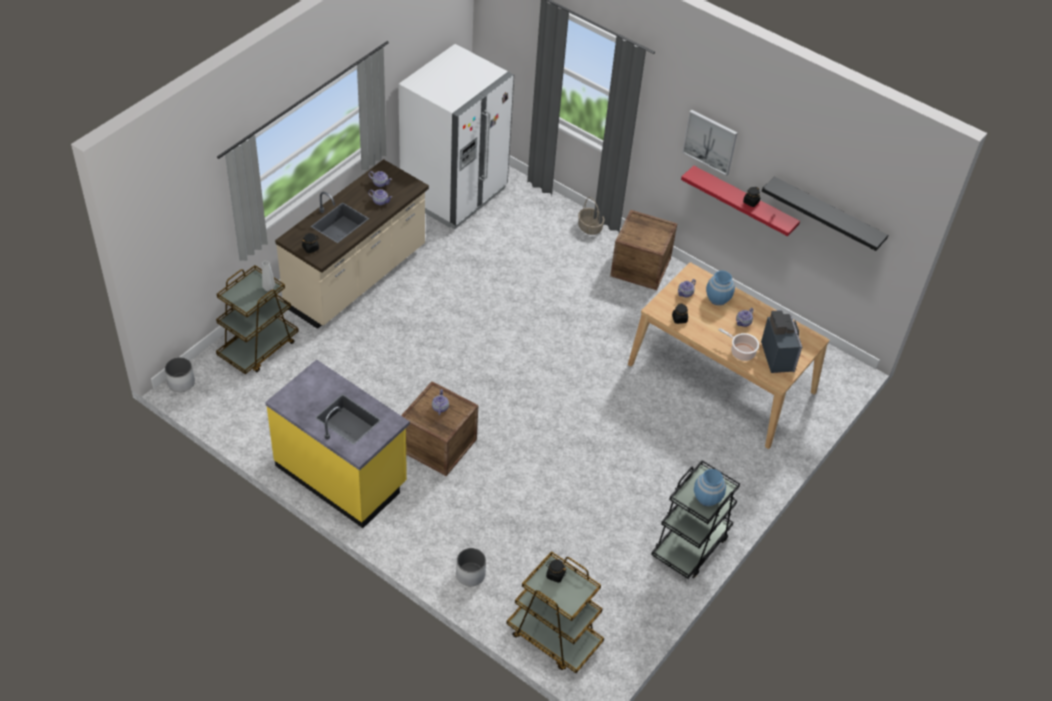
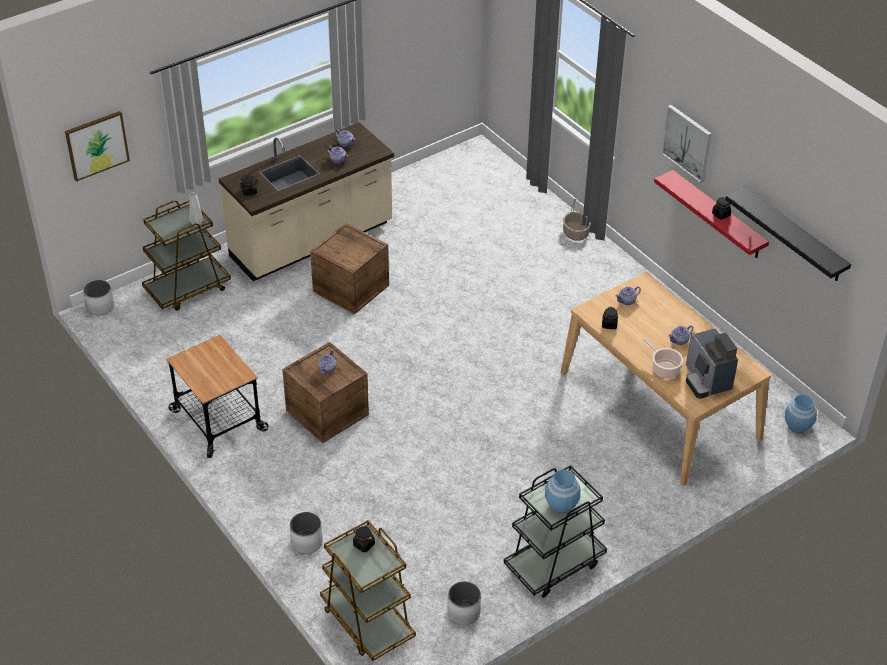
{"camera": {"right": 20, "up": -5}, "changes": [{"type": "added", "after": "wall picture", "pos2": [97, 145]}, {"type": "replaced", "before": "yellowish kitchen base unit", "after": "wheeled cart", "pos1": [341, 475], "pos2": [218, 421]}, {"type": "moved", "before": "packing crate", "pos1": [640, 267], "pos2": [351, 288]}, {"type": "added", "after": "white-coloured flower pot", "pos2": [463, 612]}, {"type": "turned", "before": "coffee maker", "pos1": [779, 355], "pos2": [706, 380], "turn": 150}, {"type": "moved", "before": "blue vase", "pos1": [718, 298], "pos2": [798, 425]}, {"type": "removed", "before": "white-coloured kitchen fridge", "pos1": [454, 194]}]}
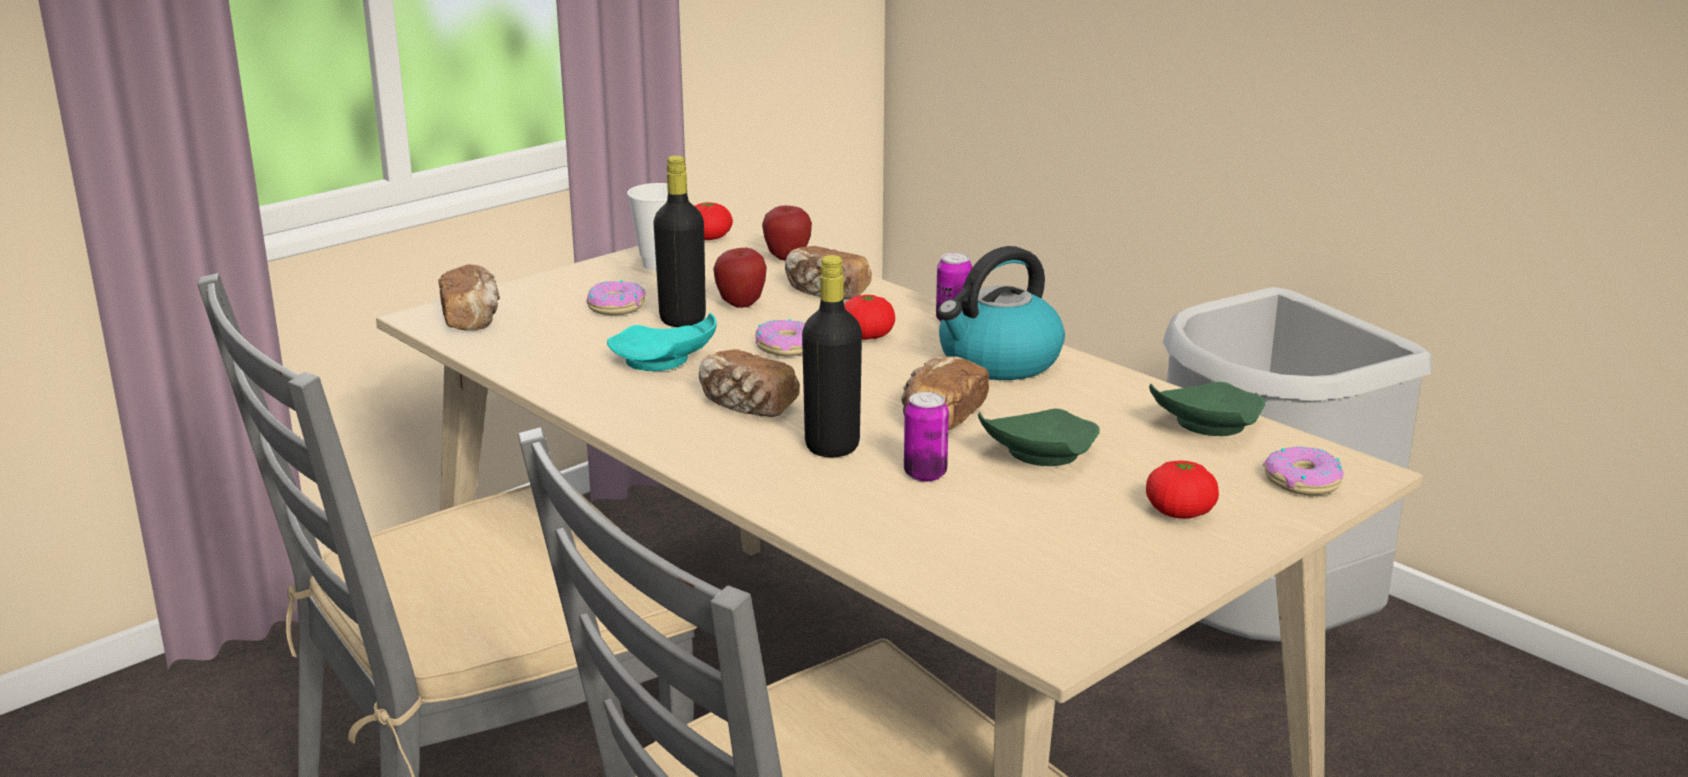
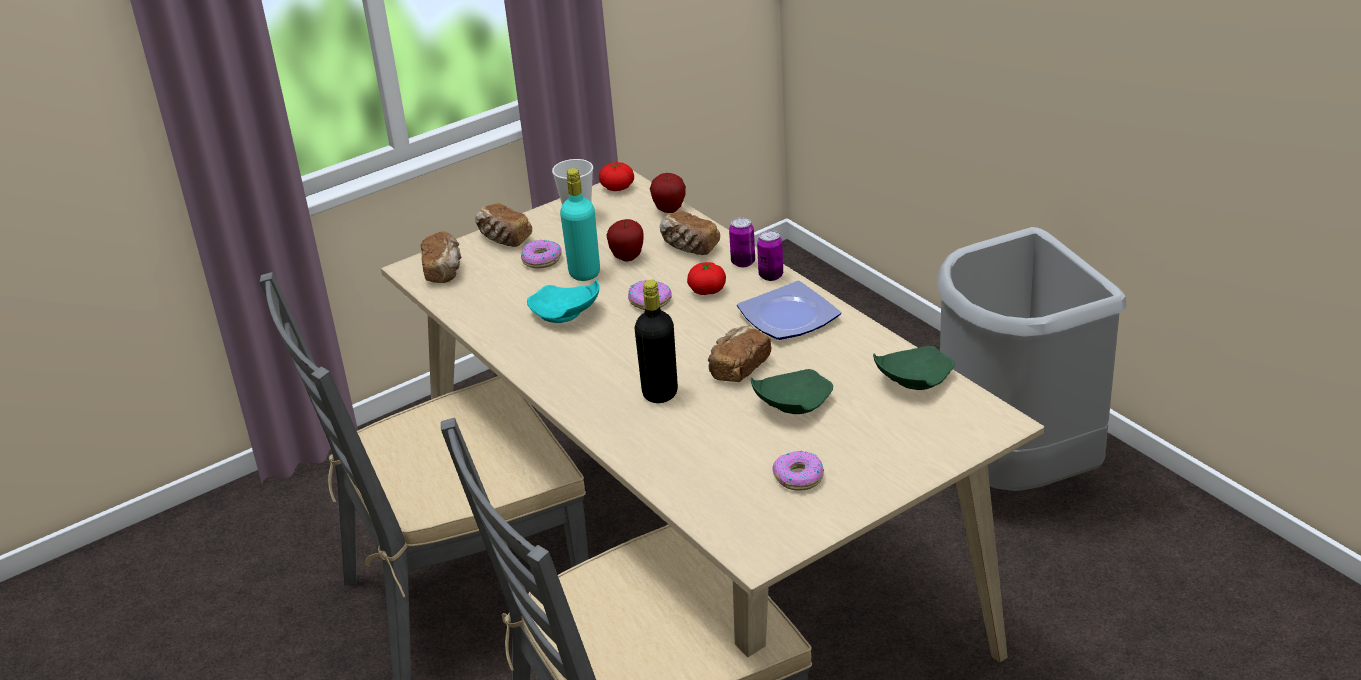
{"camera": {"right": 10, "up": 10}, "changes": [{"type": "moved", "before": "baked bread", "pos1": [747, 406], "pos2": [503, 238]}, {"type": "recoloured", "before": "black beverage bottle", "after": "blue-green beverage bottle", "pos1": [682, 320], "pos2": [584, 273]}, {"type": "moved", "before": "metal can", "pos1": [925, 474], "pos2": [743, 262]}, {"type": "replaced", "before": "kettle", "after": "dinner plate", "pos1": [998, 362], "pos2": [791, 317]}, {"type": "moved", "before": "donut", "pos1": [1302, 482], "pos2": [798, 477]}, {"type": "removed", "before": "tomato", "pos1": [1180, 512]}]}
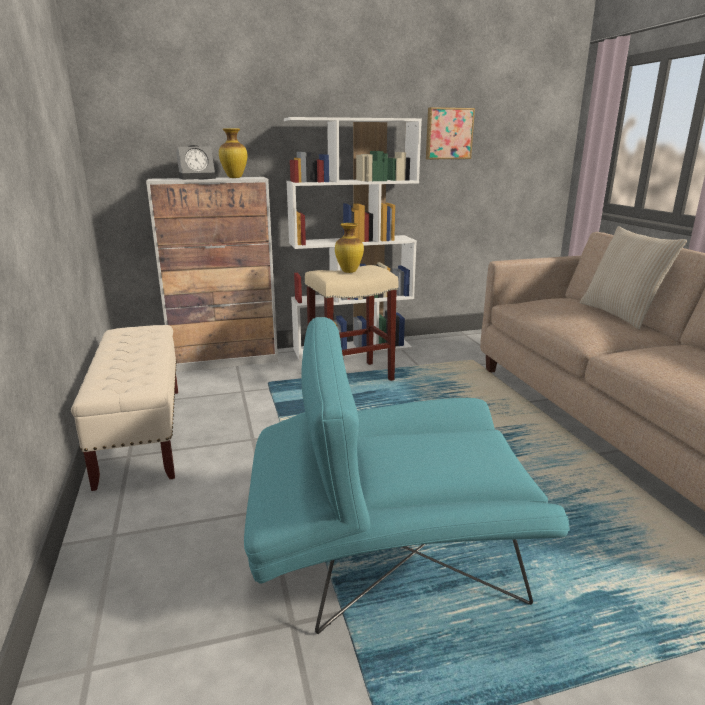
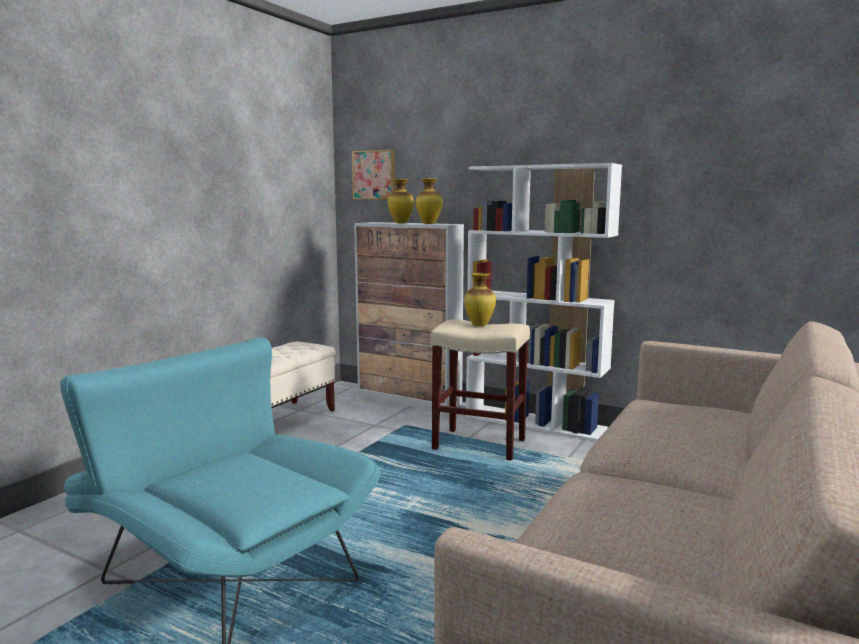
{"camera": {"right": 45, "up": -10}, "changes": [{"type": "moved", "before": "wall picture", "pos1": [448, 133], "pos2": [375, 175]}, {"type": "replaced", "before": "bedside clock", "after": "vase", "pos1": [198, 178], "pos2": [401, 223]}, {"type": "removed", "before": "beige pillow", "pos1": [620, 315]}]}
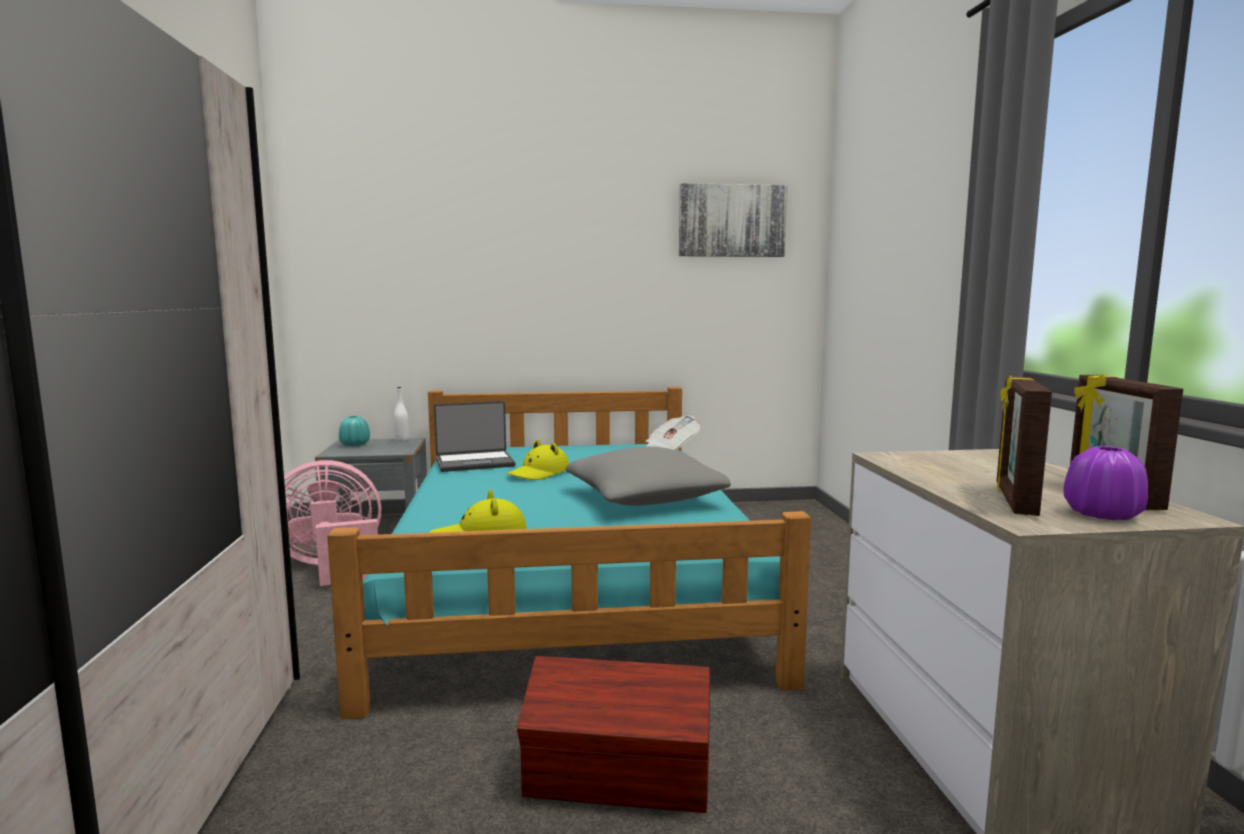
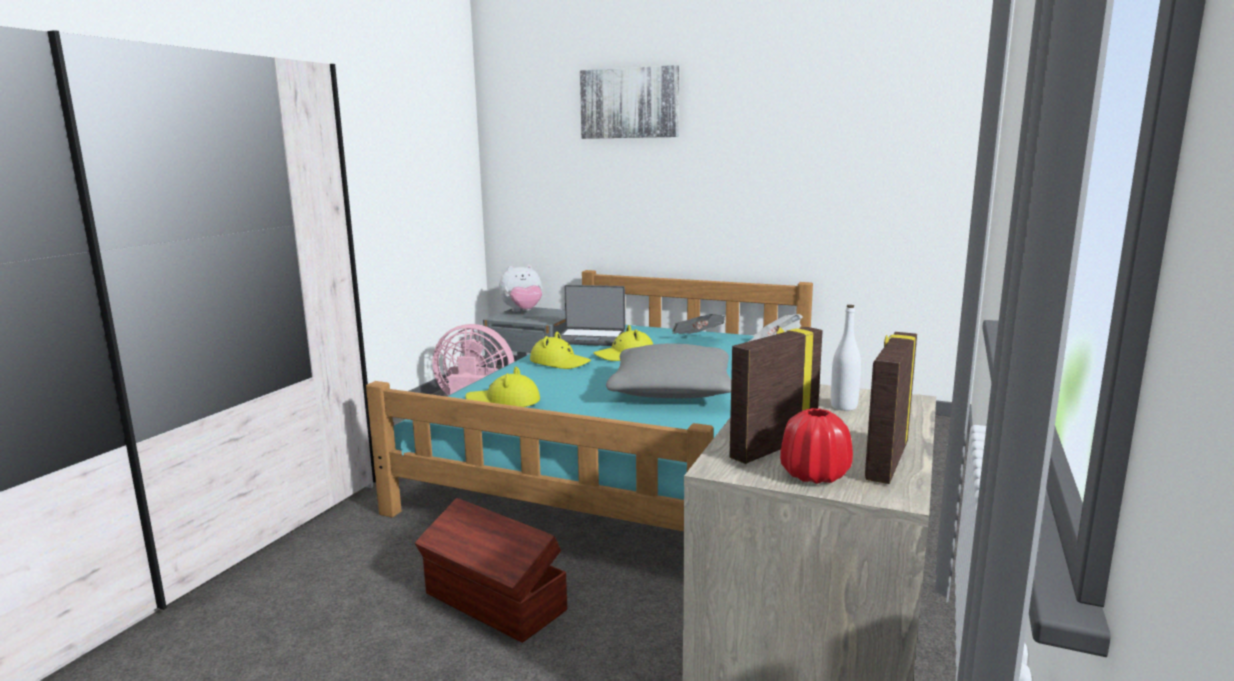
{"camera": {"right": 30, "up": 5}, "changes": [{"type": "replaced", "before": "blue-green vase", "after": "cuddly toy", "pos1": [355, 444], "pos2": [523, 311]}, {"type": "added", "after": "yellowish wearable hat", "pos2": [560, 362]}, {"type": "moved", "before": "wall picture", "pos1": [732, 221], "pos2": [629, 103]}, {"type": "added", "after": "printed paper", "pos2": [697, 339]}, {"type": "recoloured", "before": "purplish vase", "after": "reddish vase", "pos1": [1103, 515], "pos2": [814, 475]}, {"type": "moved", "before": "white-coloured beverage bottle", "pos1": [402, 440], "pos2": [843, 407]}]}
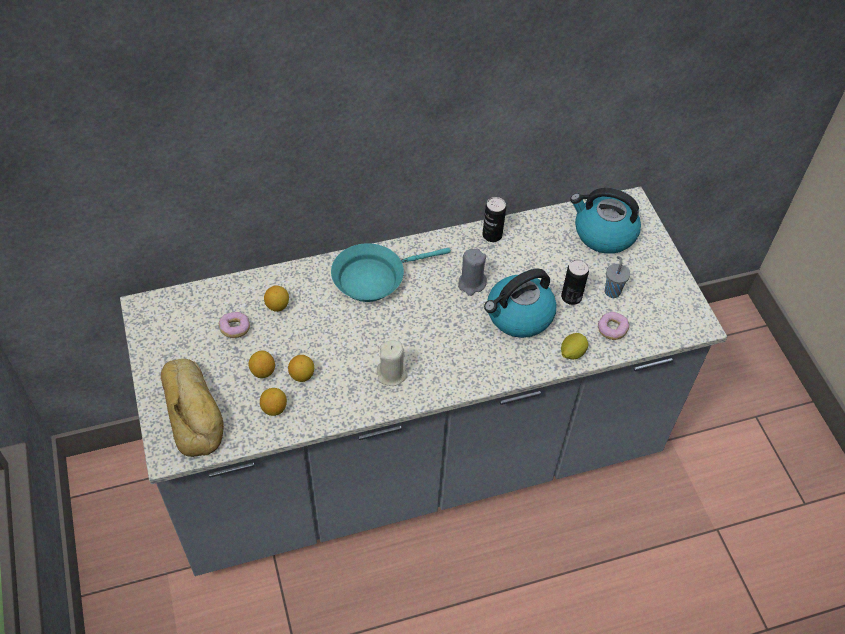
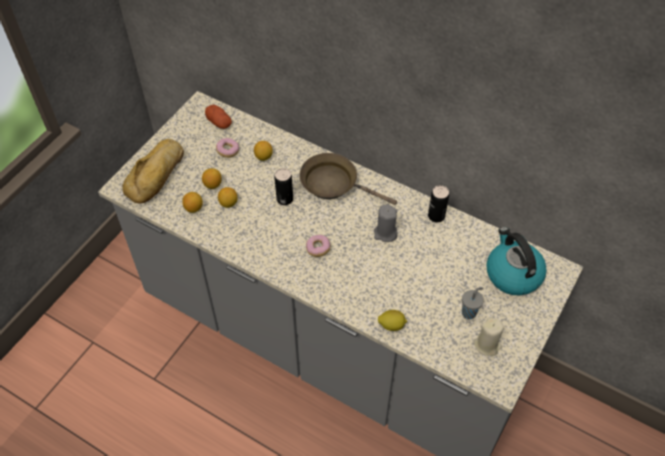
{"camera": {"right": 50, "up": 0}, "changes": [{"type": "added", "after": "whole potato", "pos2": [219, 122]}, {"type": "moved", "before": "metal can", "pos1": [571, 297], "pos2": [284, 199]}, {"type": "recoloured", "before": "blue-green skillet", "after": "brownish skillet", "pos1": [374, 277], "pos2": [334, 184]}, {"type": "moved", "before": "donut", "pos1": [612, 330], "pos2": [318, 249]}, {"type": "moved", "before": "beige candle", "pos1": [392, 374], "pos2": [487, 345]}, {"type": "removed", "before": "kettle", "pos1": [518, 316]}]}
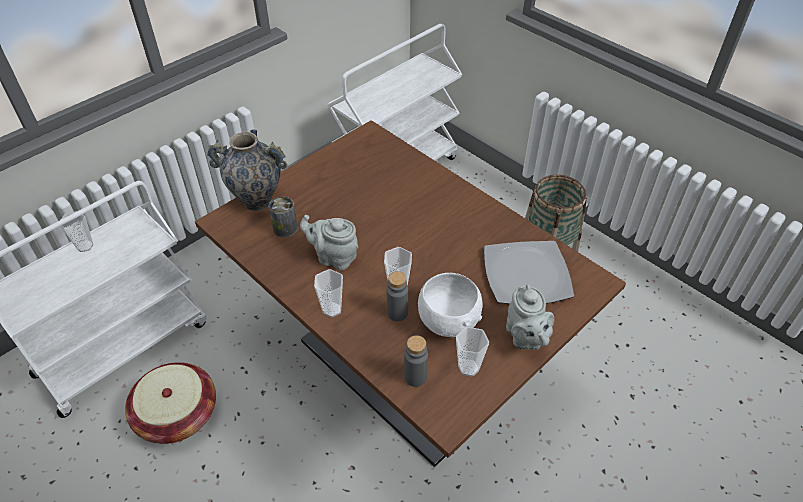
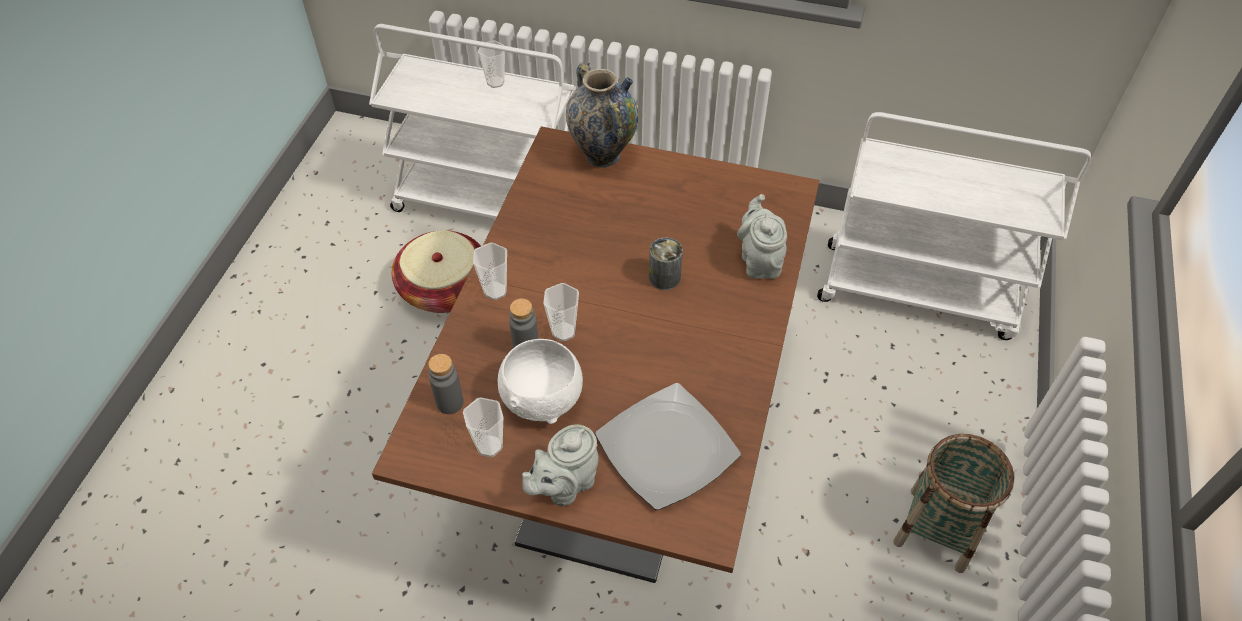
{"camera": {"right": 60, "up": 5}, "changes": [{"type": "moved", "before": "metal can", "pos1": [285, 228], "pos2": [664, 277]}, {"type": "moved", "before": "greyish tea pot", "pos1": [334, 257], "pos2": [759, 260]}]}
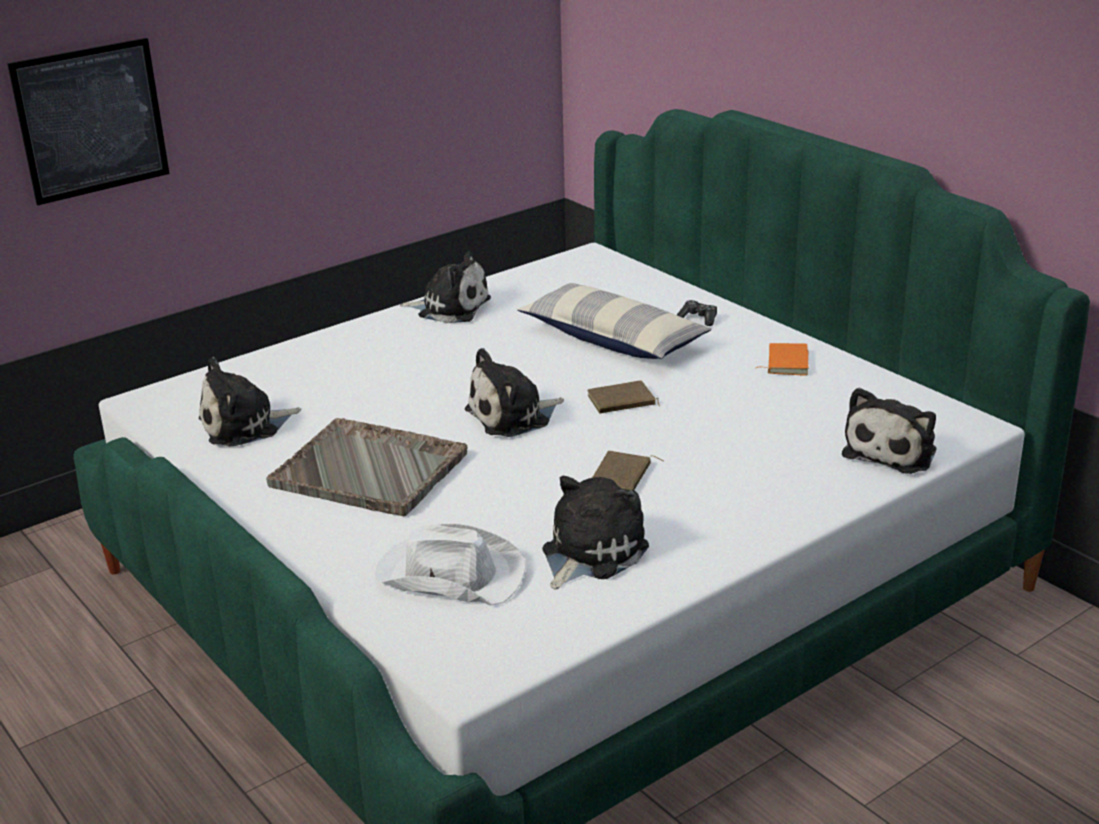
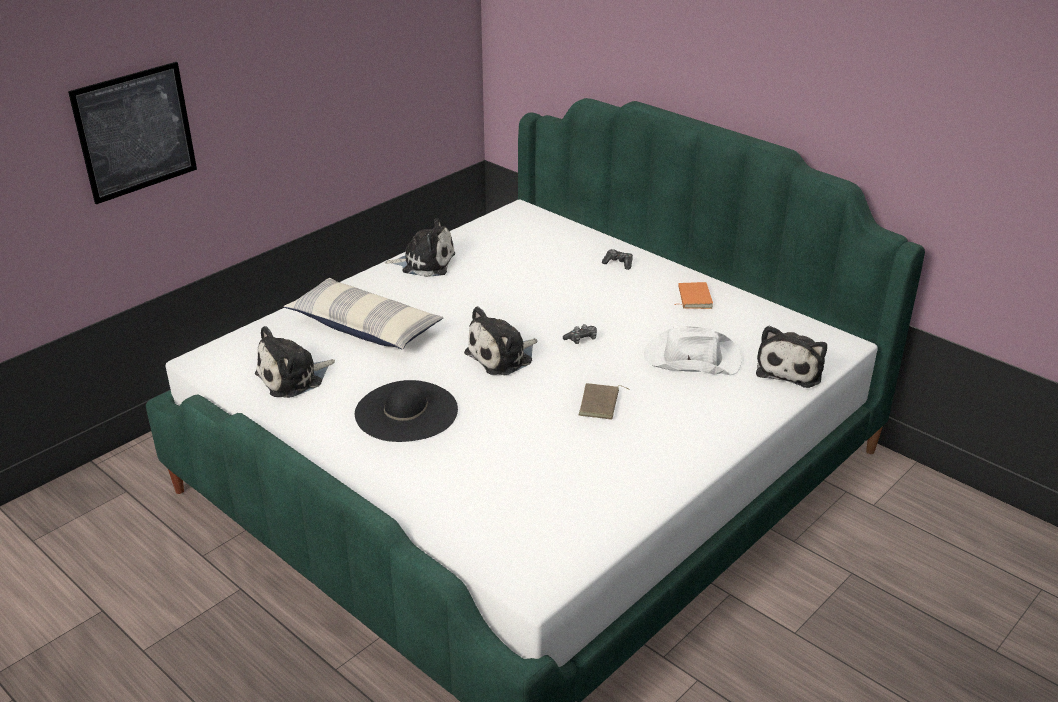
{"camera": {"right": -10, "up": 5}, "changes": [{"type": "moved", "before": "pillow", "pos1": [613, 339], "pos2": [365, 327]}, {"type": "replaced", "before": "greyish tray", "after": "black wearable hat", "pos1": [370, 471], "pos2": [406, 411]}, {"type": "replaced", "before": "brownish bound book", "after": "joypad", "pos1": [621, 402], "pos2": [581, 339]}, {"type": "moved", "before": "white-coloured wearable hat", "pos1": [449, 574], "pos2": [691, 358]}, {"type": "removed", "before": "cuddly toy", "pos1": [589, 553]}]}
